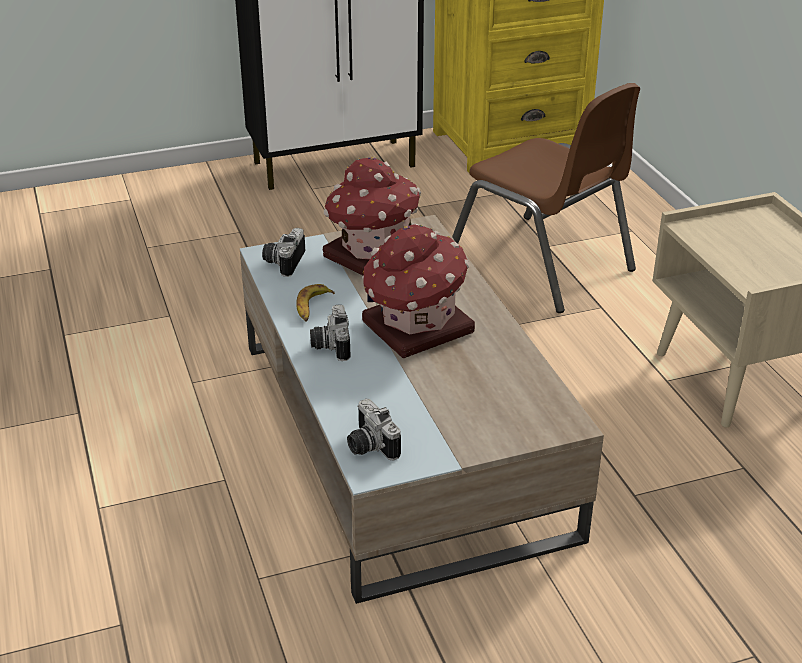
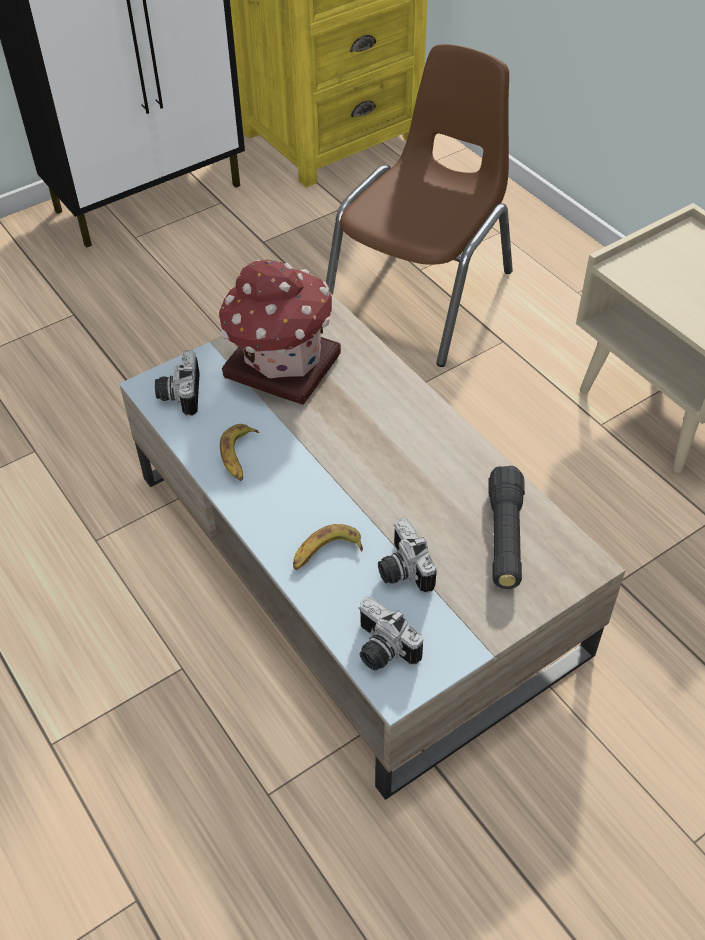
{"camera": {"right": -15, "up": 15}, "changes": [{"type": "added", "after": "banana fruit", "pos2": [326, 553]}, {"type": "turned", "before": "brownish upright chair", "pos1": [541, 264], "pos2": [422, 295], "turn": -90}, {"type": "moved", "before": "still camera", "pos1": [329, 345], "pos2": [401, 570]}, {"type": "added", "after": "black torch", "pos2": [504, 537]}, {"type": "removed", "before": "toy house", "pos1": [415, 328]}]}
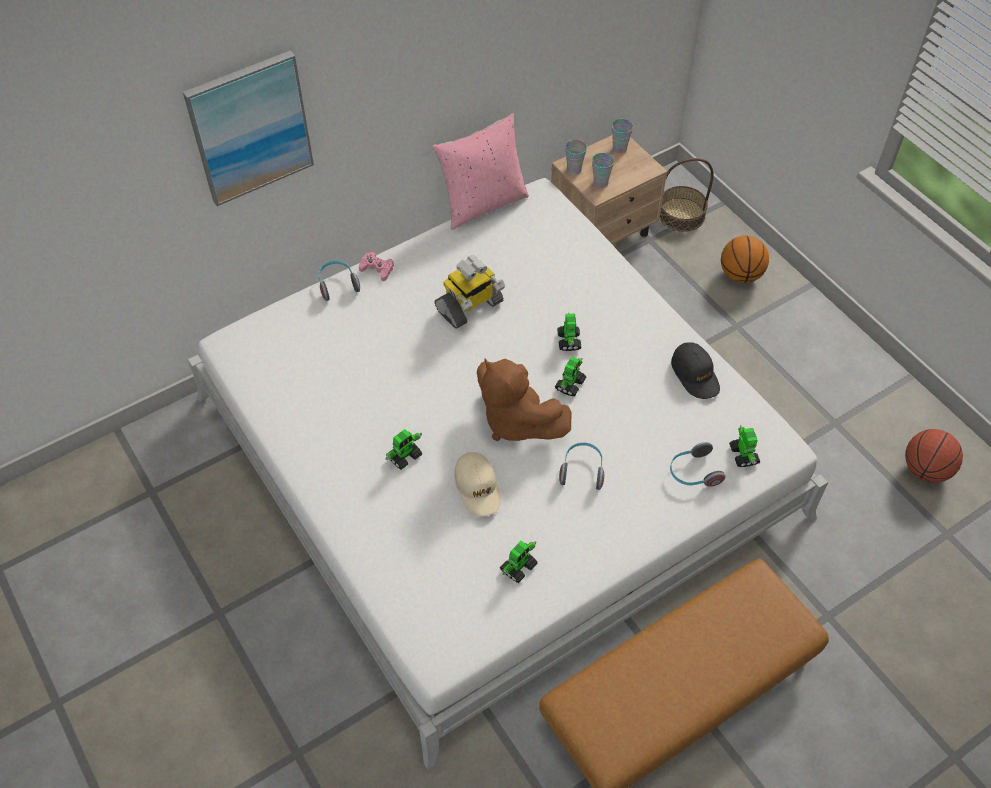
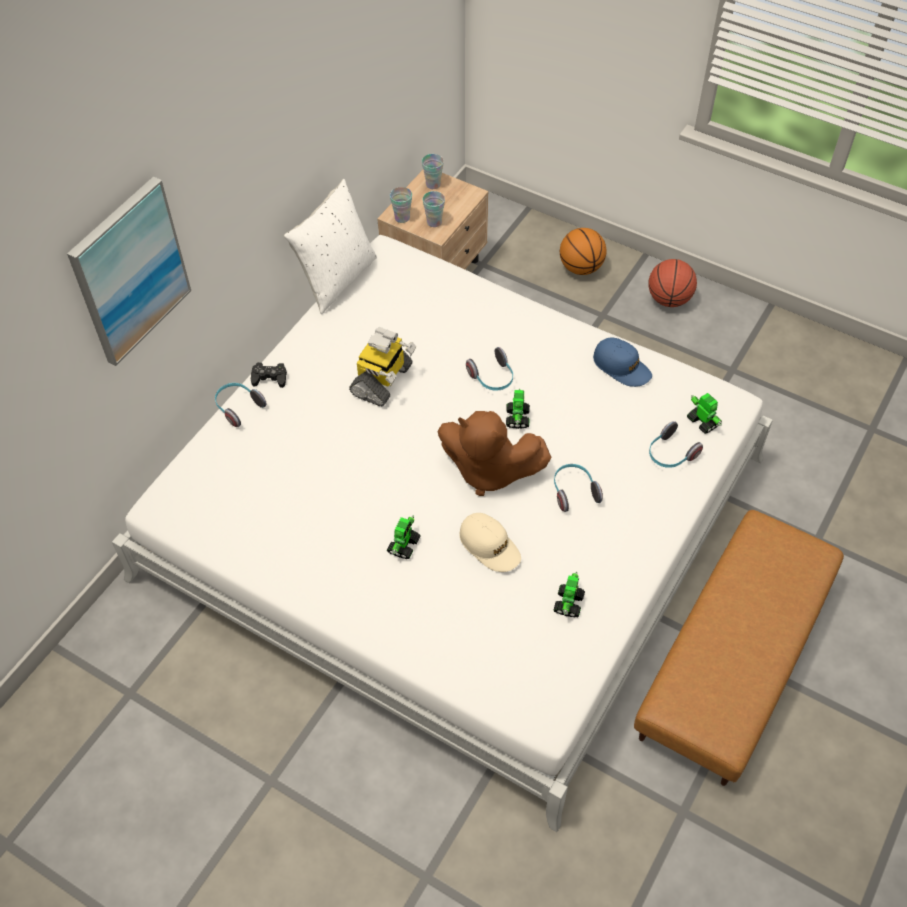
{"camera": {"right": -25, "up": 0}, "changes": [{"type": "recoloured", "before": "pinkish joypad", "after": "black joypad", "pos1": [377, 269], "pos2": [269, 378]}, {"type": "recoloured", "before": "pinkish pillow", "after": "white-coloured pillow", "pos1": [482, 204], "pos2": [336, 279]}, {"type": "replaced", "before": "toy robot", "after": "headset", "pos1": [569, 340], "pos2": [492, 378]}, {"type": "recoloured", "before": "black cap", "after": "blue cap", "pos1": [695, 375], "pos2": [622, 367]}, {"type": "moved", "before": "basketball", "pos1": [925, 470], "pos2": [669, 299]}, {"type": "removed", "before": "basket", "pos1": [681, 214]}]}
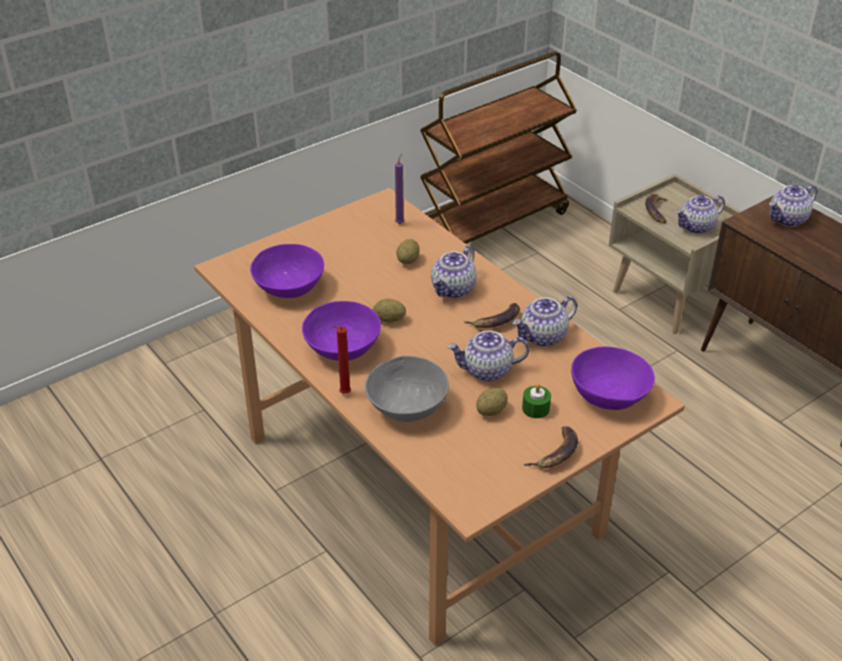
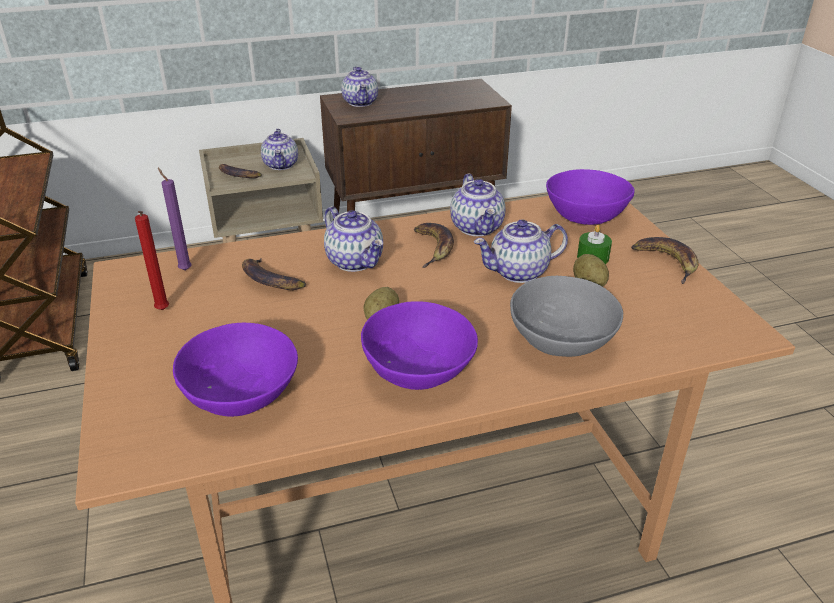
{"camera": {"right": -70, "up": -5}, "changes": [{"type": "moved", "before": "reddish candle", "pos1": [343, 394], "pos2": [162, 311]}, {"type": "replaced", "before": "whole potato", "after": "banana fruit", "pos1": [408, 260], "pos2": [270, 280]}, {"type": "turned", "before": "tea pot", "pos1": [487, 371], "pos2": [518, 272], "turn": 60}]}
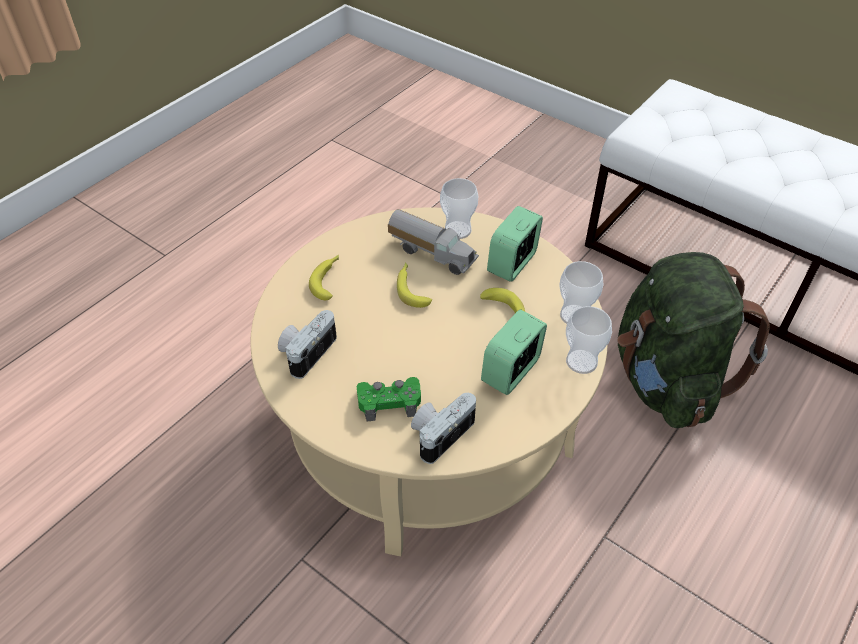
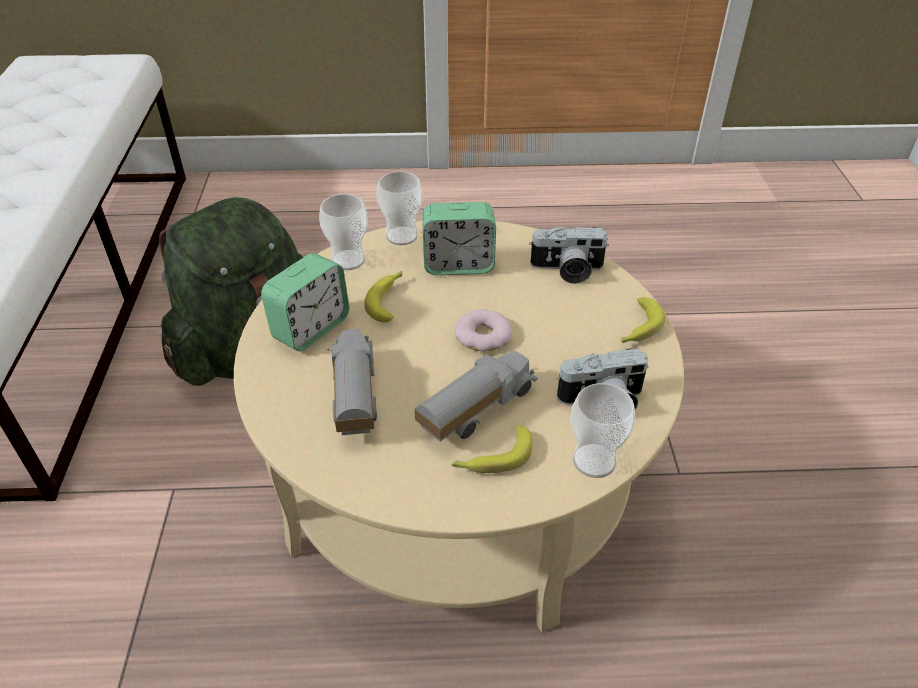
{"camera": {"right": -130, "up": -5}, "changes": [{"type": "turned", "before": "bedside clock", "pos1": [512, 263], "pos2": [311, 328], "turn": -45}, {"type": "added", "after": "toy truck", "pos2": [475, 409]}, {"type": "added", "after": "donut", "pos2": [483, 335]}, {"type": "moved", "before": "drinking cup", "pos1": [457, 230], "pos2": [594, 461]}, {"type": "moved", "before": "banana fruit", "pos1": [411, 288], "pos2": [637, 328]}, {"type": "removed", "before": "green-coloured joypad", "pos1": [389, 402]}]}
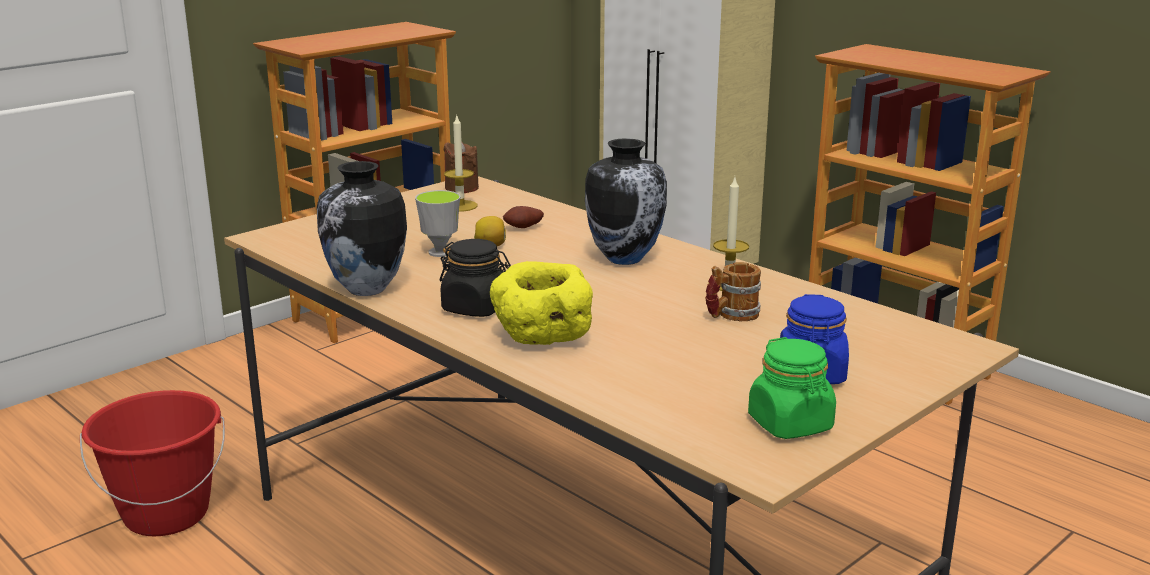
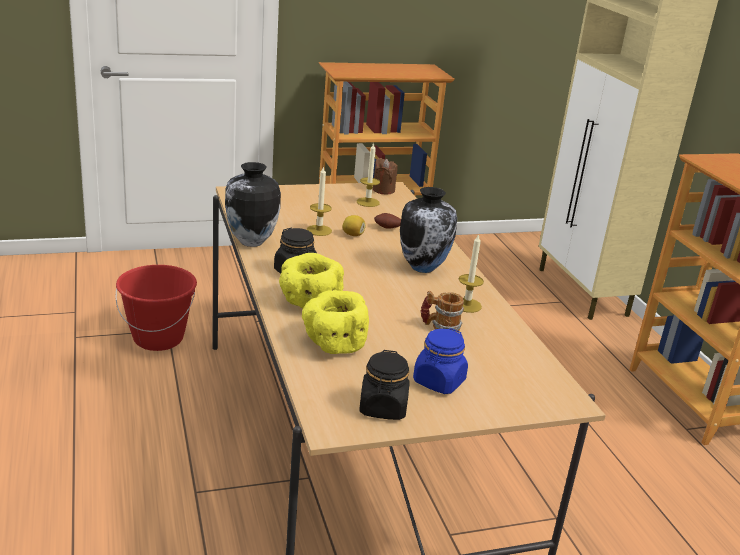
{"camera": {"right": 25, "up": 5}, "changes": [{"type": "added", "after": "yellowish serving bowl", "pos2": [333, 343]}, {"type": "replaced", "before": "drinking cup", "after": "candle", "pos1": [440, 252], "pos2": [319, 230]}, {"type": "recoloured", "before": "green-coloured storage jar", "after": "black storage jar", "pos1": [790, 424], "pos2": [383, 408]}]}
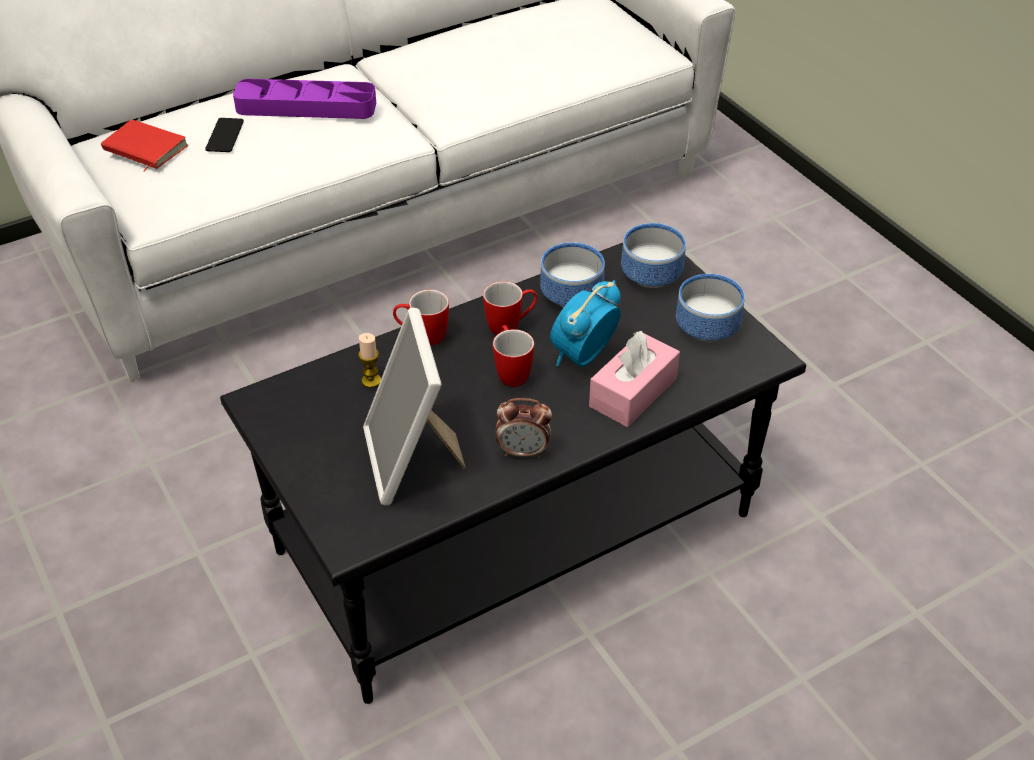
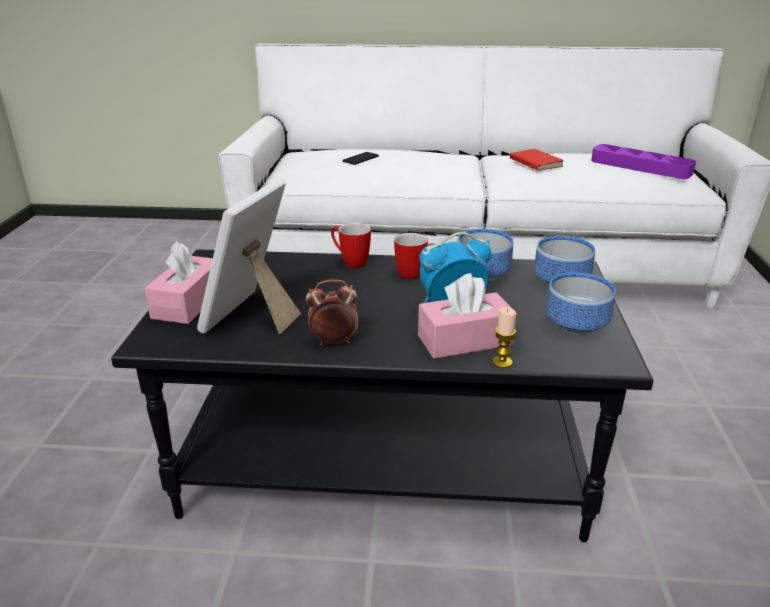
{"camera": {"right": 35, "up": -15}, "changes": [{"type": "added", "after": "pinkish box of tissues", "pos2": [189, 303]}, {"type": "turned", "before": "bedside clock", "pos1": [523, 452], "pos2": [334, 342], "turn": 135}, {"type": "moved", "before": "candle", "pos1": [371, 381], "pos2": [502, 362]}, {"type": "moved", "before": "reddish bound book", "pos1": [143, 150], "pos2": [534, 163]}, {"type": "moved", "before": "purplish tray", "pos1": [306, 106], "pos2": [640, 167]}, {"type": "removed", "before": "mug", "pos1": [511, 372]}]}
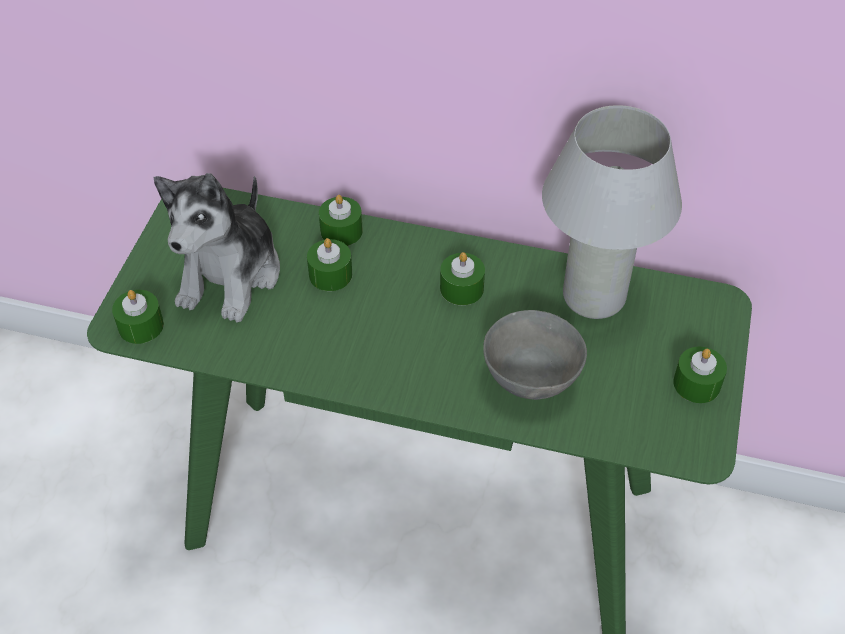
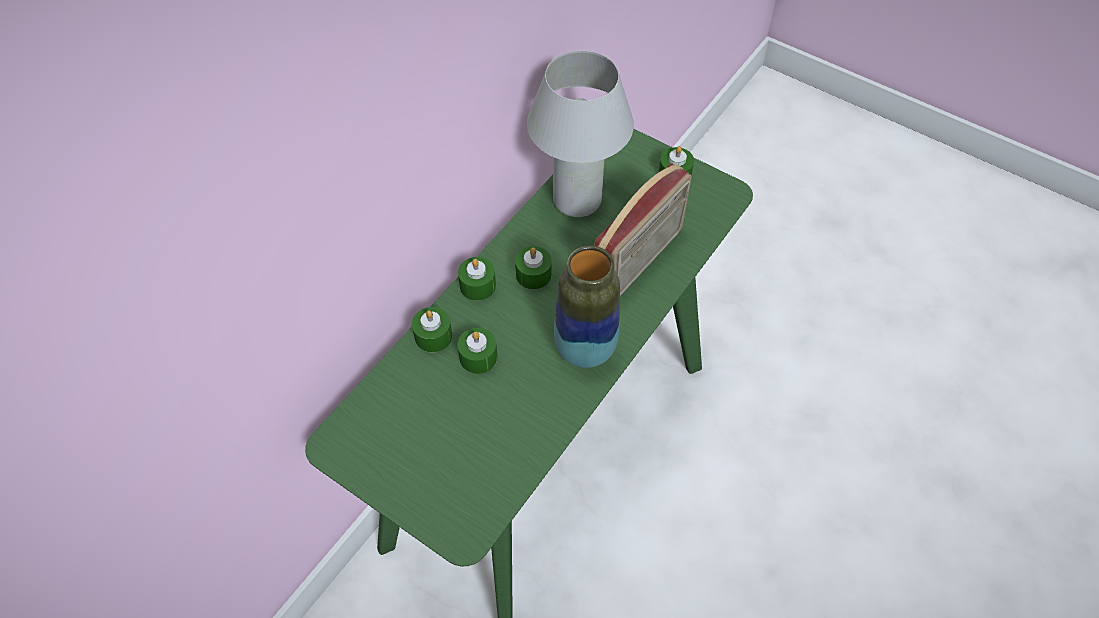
{"camera": {"right": -70, "up": 5}, "changes": [{"type": "moved", "before": "green-coloured candle", "pos1": [141, 326], "pos2": [477, 285]}, {"type": "added", "after": "vase", "pos2": [585, 349]}, {"type": "replaced", "before": "greyish serving bowl", "after": "radio set", "pos1": [531, 382], "pos2": [639, 262]}, {"type": "removed", "before": "cuddly toy", "pos1": [231, 275]}]}
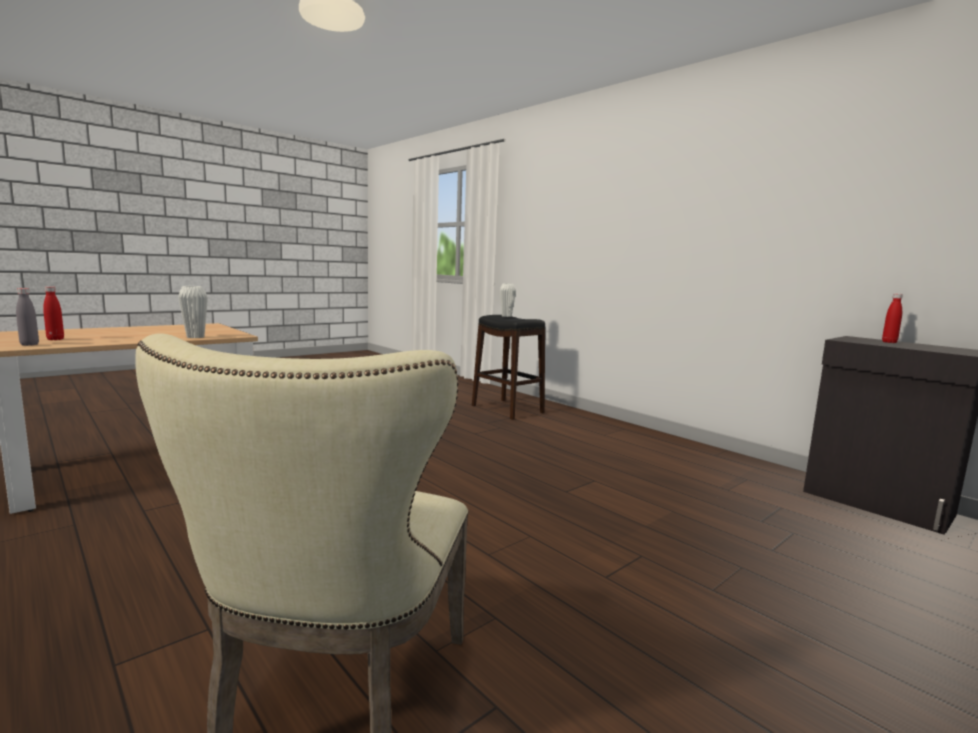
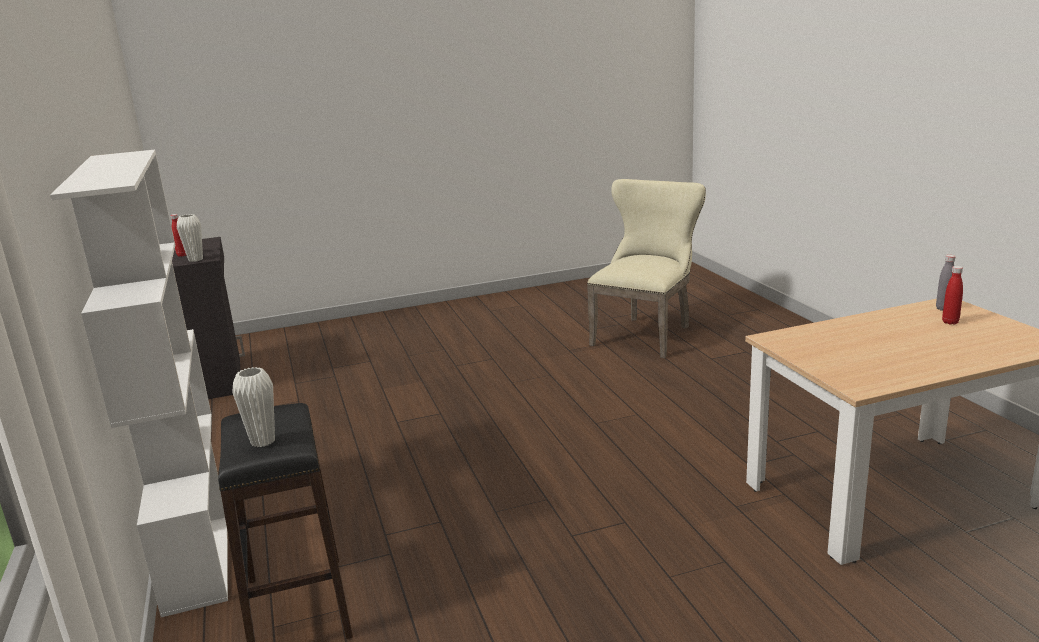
{"camera": {"right": -155, "up": 10}, "changes": [{"type": "added", "after": "white-coloured bookcase", "pos2": [196, 545]}, {"type": "moved", "before": "white-coloured vase", "pos1": [195, 337], "pos2": [195, 259]}]}
